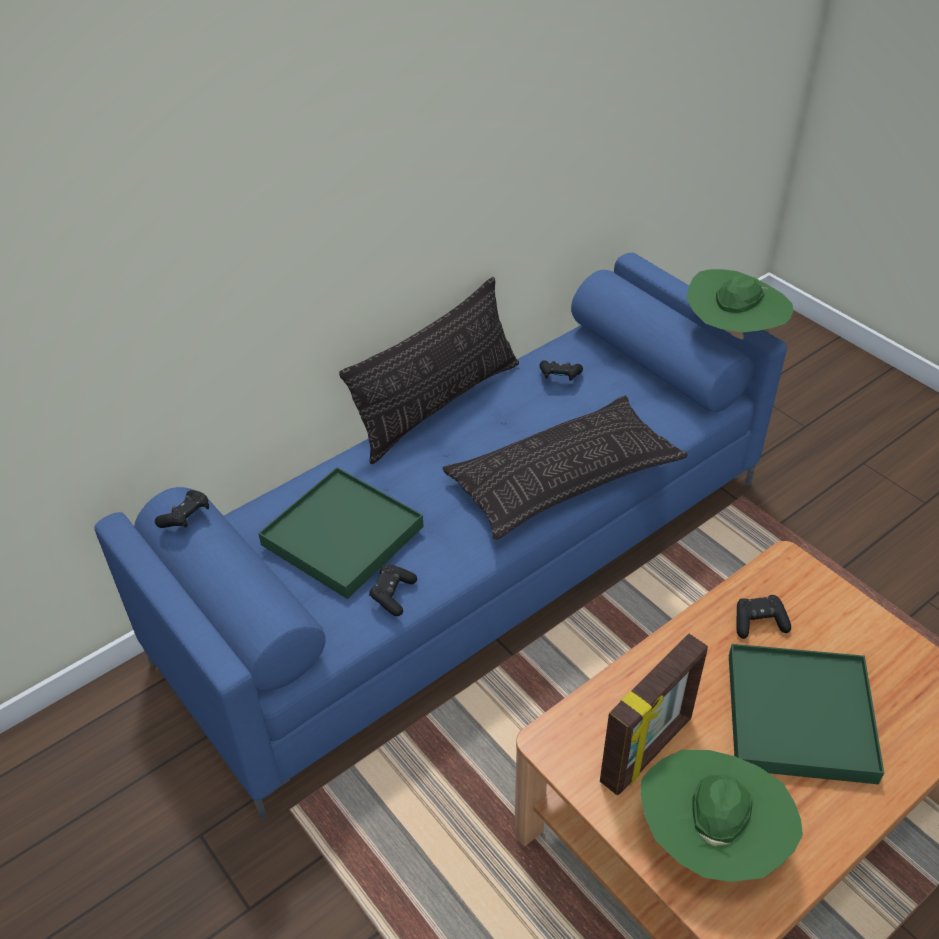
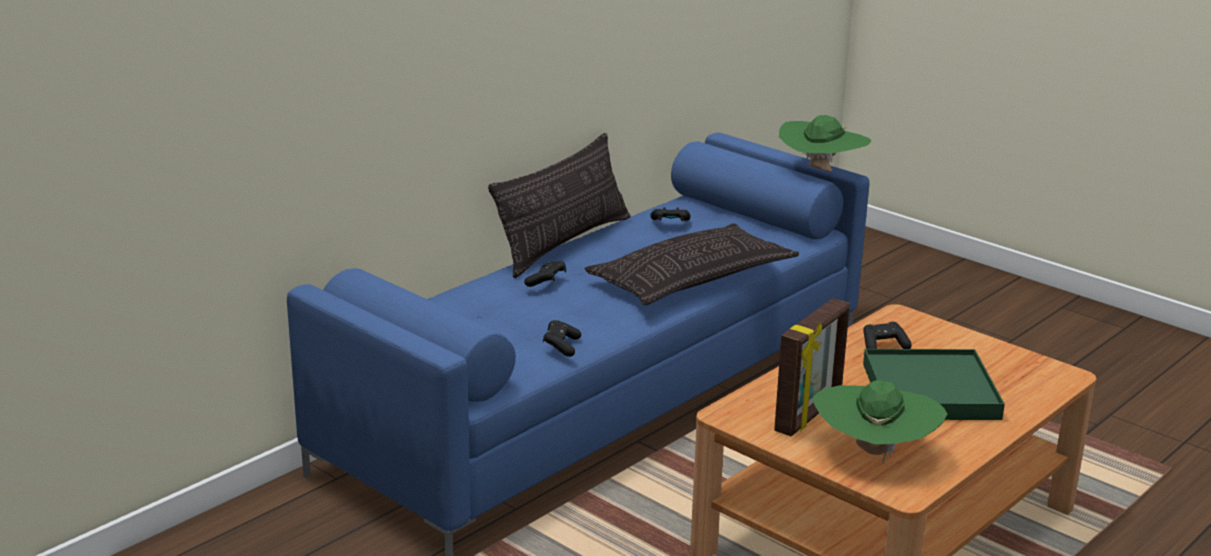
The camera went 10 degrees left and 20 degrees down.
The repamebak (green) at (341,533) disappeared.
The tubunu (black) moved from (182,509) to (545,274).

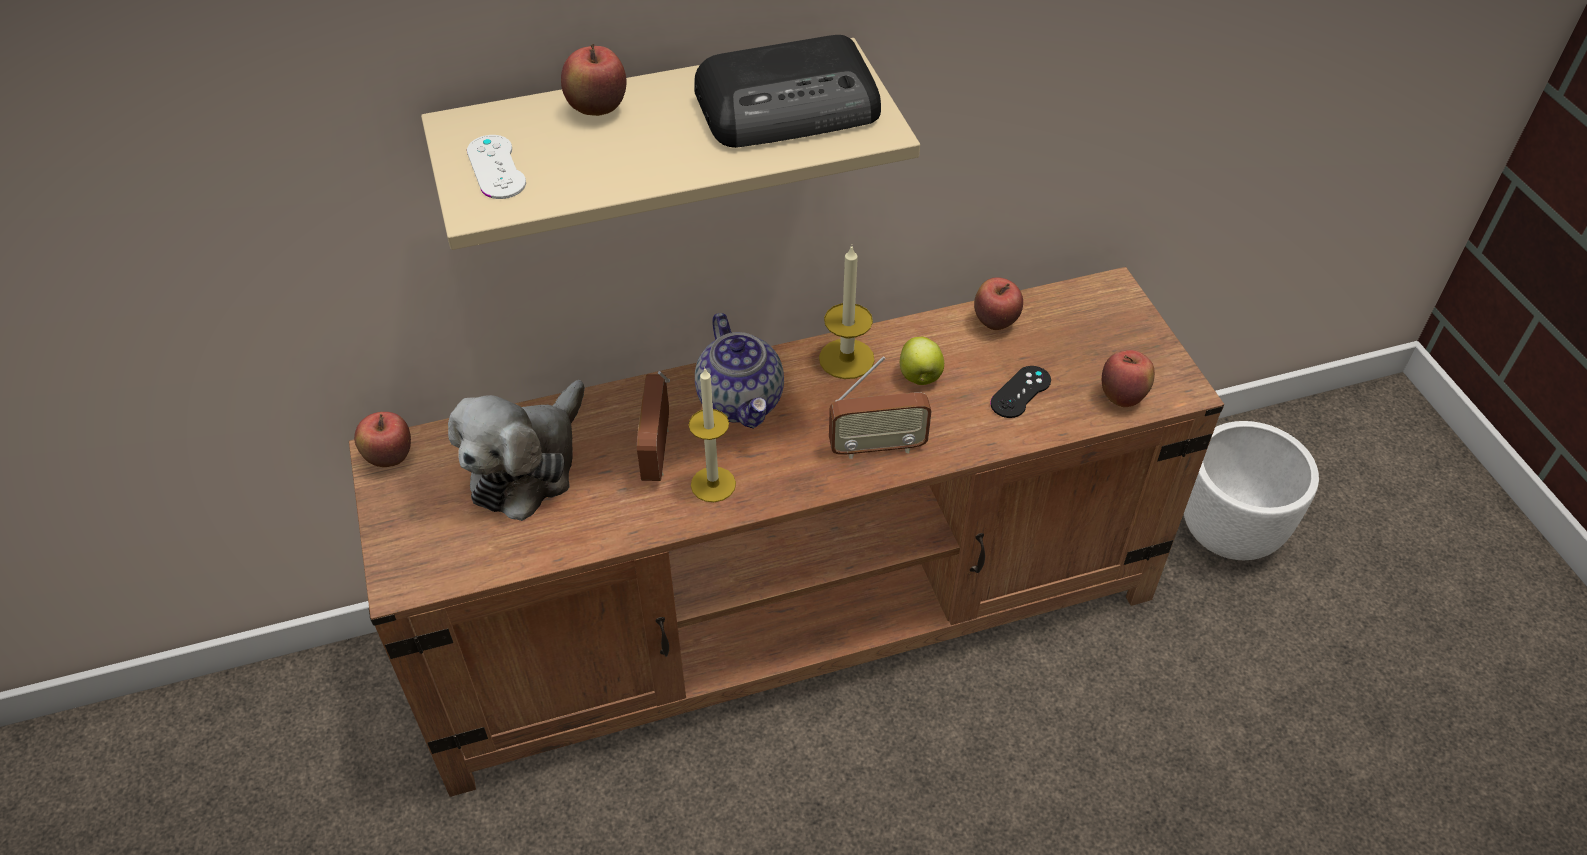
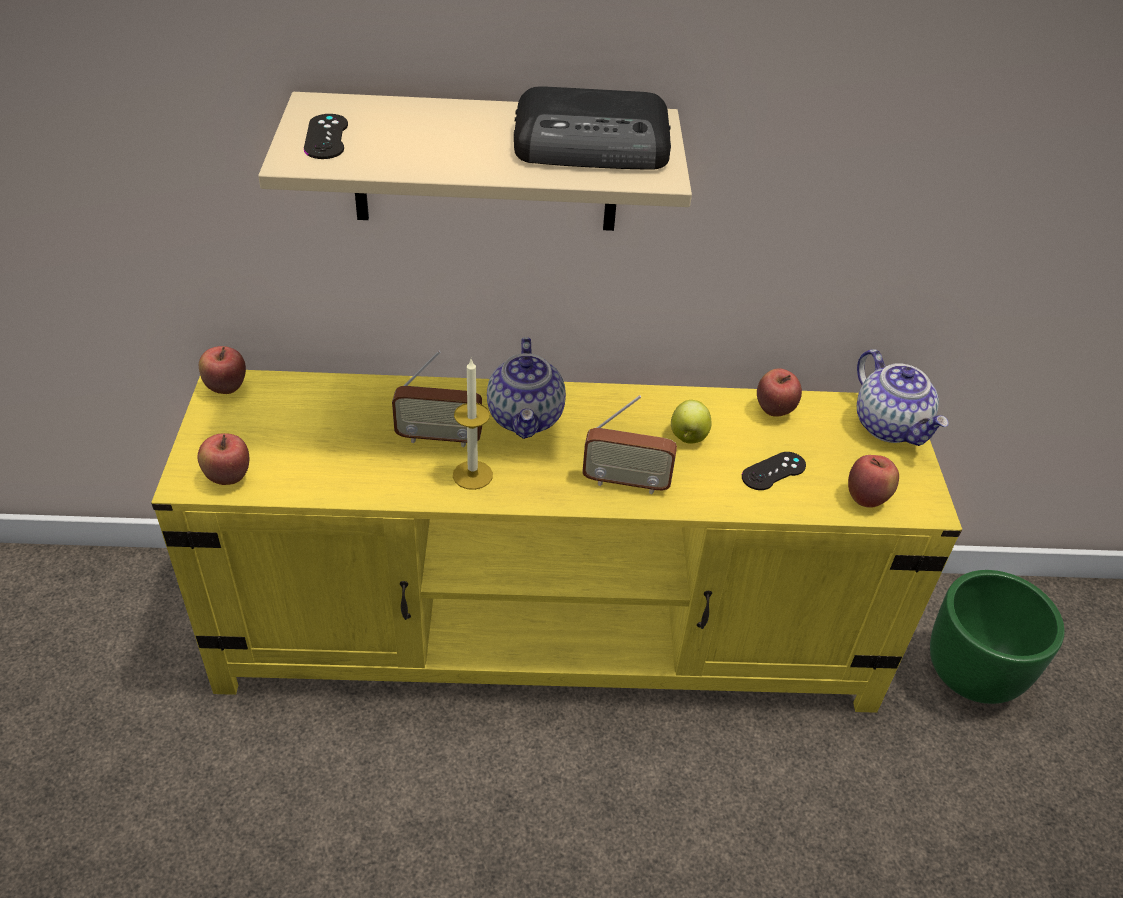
The camera went 15 degrees right and 5 degrees down.
The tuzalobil at (516,450) disappeared.
The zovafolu at (847,312) disappeared.
The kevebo at (903,397) appeared.
The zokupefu moved from (594,80) to (223,459).
The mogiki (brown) at (786,532) became the mogiki (yellow) at (556,541).
The tubunu (white) at (496,167) became the tubunu (black) at (326,136).
The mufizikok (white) at (1251,490) became the mufizikok (green) at (997,637).
The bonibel at (653,426) turned 105 degrees counterclockwise.

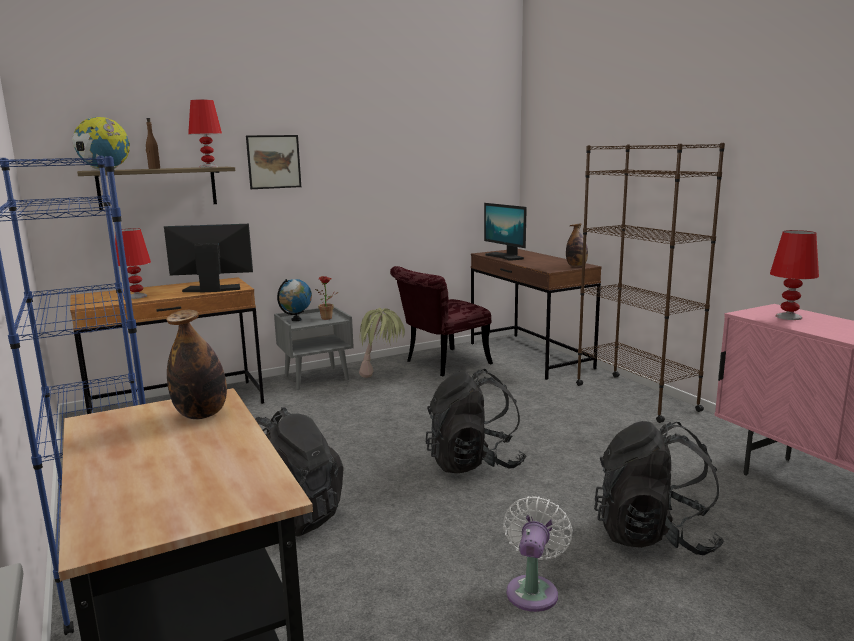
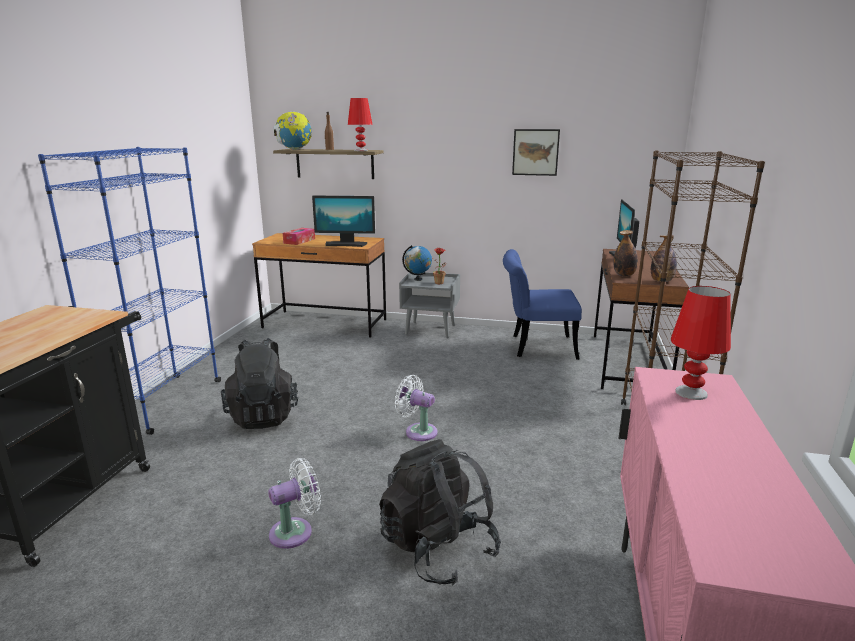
The camera went 40 degrees right and 5 degrees up.
The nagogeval at (382,343) disappeared.
The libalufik moved from (196,364) to (625,253).
The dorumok moved from (273,162) to (536,152).
The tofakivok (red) at (133,263) was replaced by the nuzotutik at (299,236).
The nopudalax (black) at (476,421) was replaced by the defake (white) at (416,408).
The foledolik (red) at (441,321) became the foledolik (blue) at (542,304).
The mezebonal at (208,258) turned 150 degrees clockwise.

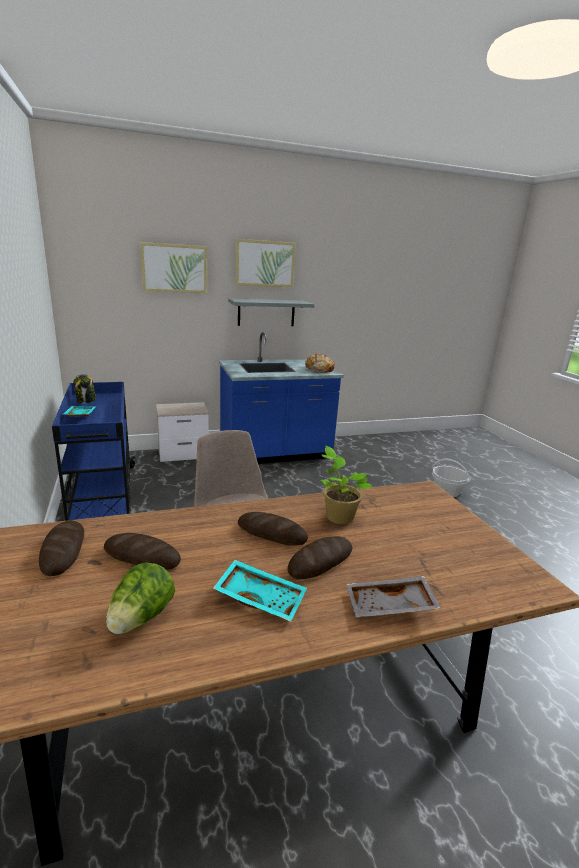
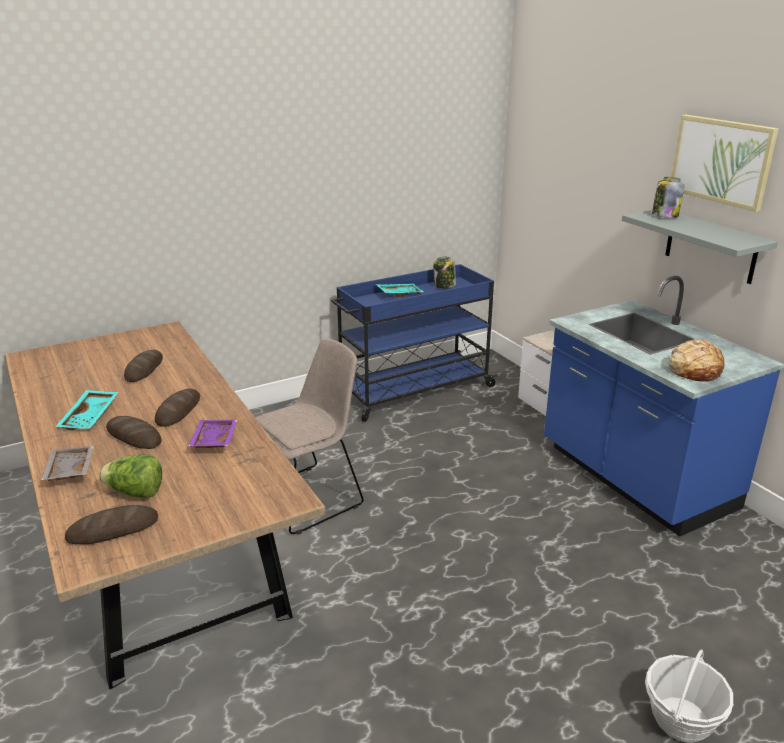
The camera went 80 degrees right and 5 degrees up.
The dorumok at (173,267) disappeared.
The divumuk at (668,197) appeared.
The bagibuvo moved from (61,548) to (111,524).
The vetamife moved from (140,598) to (130,476).
The nagogeval at (347,485) was replaced by the repamebak (purple) at (212,434).

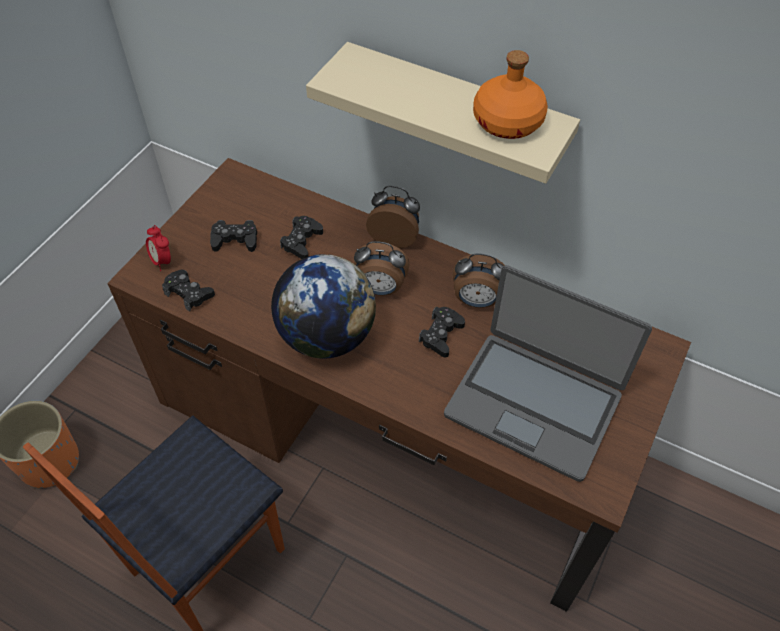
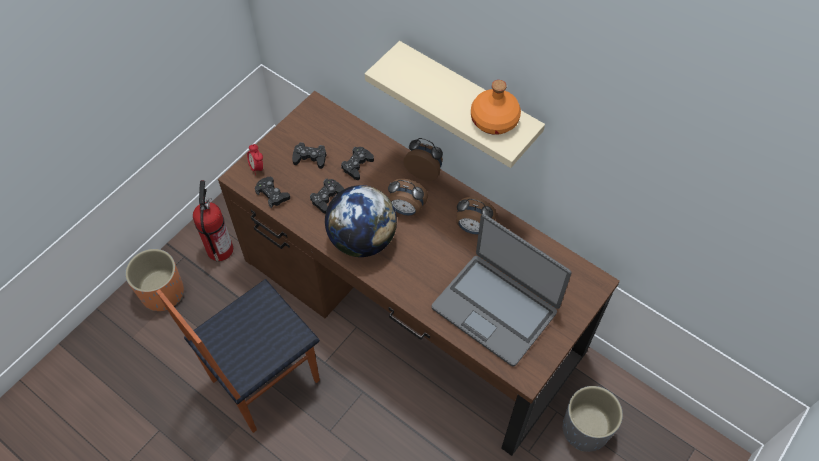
The camera went 10 degrees right and 5 degrees up.
The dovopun at (213,220) appeared.
The mufizikok (grey) at (593,419) appeared.
The tubunu (black) moved from (442,332) to (327,196).

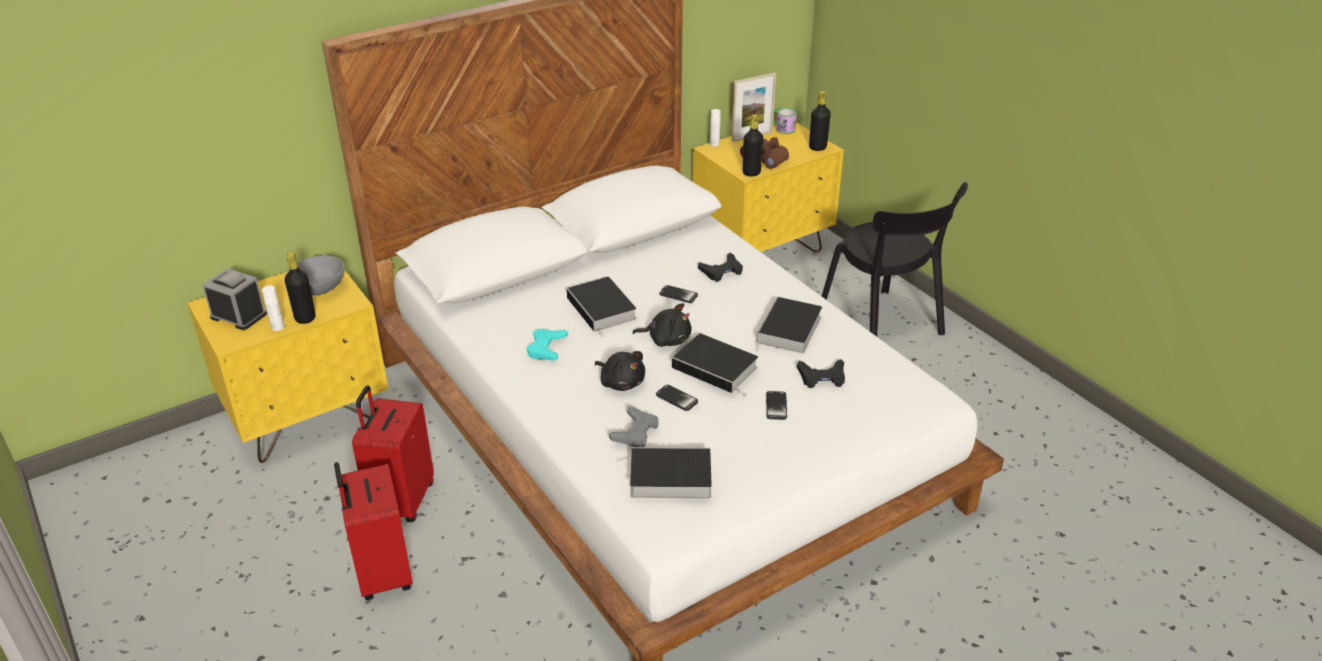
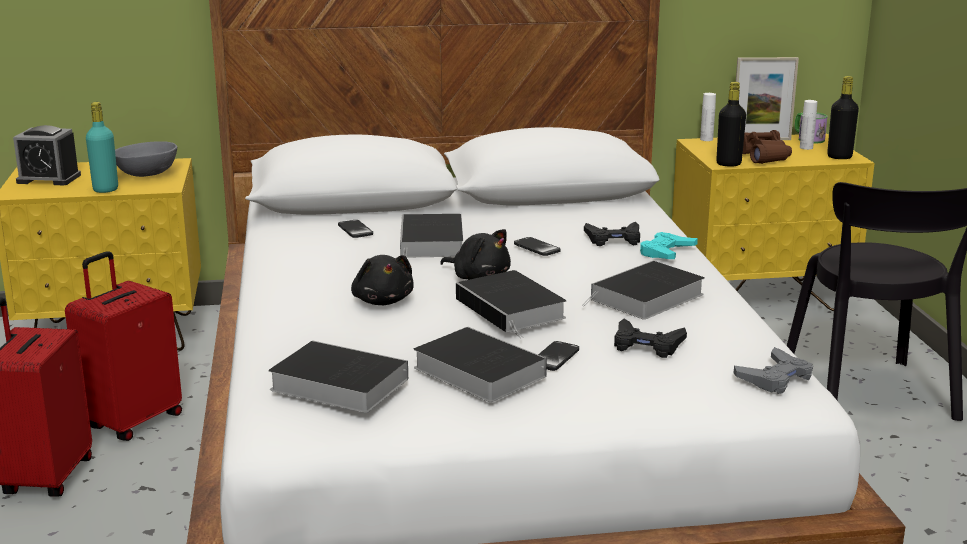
The camera went 25 degrees right and 15 degrees down.
The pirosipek at (480,364) appeared.
The libalufik (white) moved from (273,308) to (808,125).
The tubunu (turquoise) moved from (547,345) to (669,245).
The tubunu (grey) moved from (634,426) to (773,370).
The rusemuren moved from (677,398) to (355,229).
The libalufik (black) at (300,288) became the libalufik (turquoise) at (102,147).
The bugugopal at (234,299) turned 135 degrees clockwise.

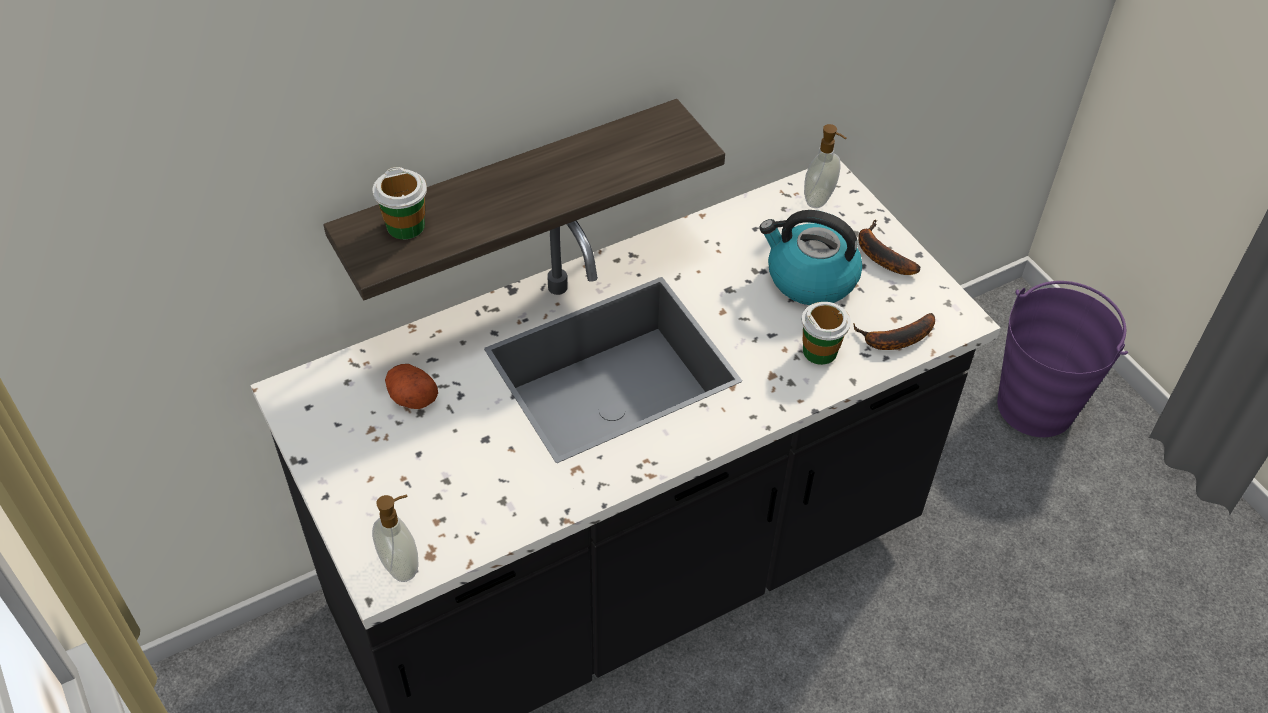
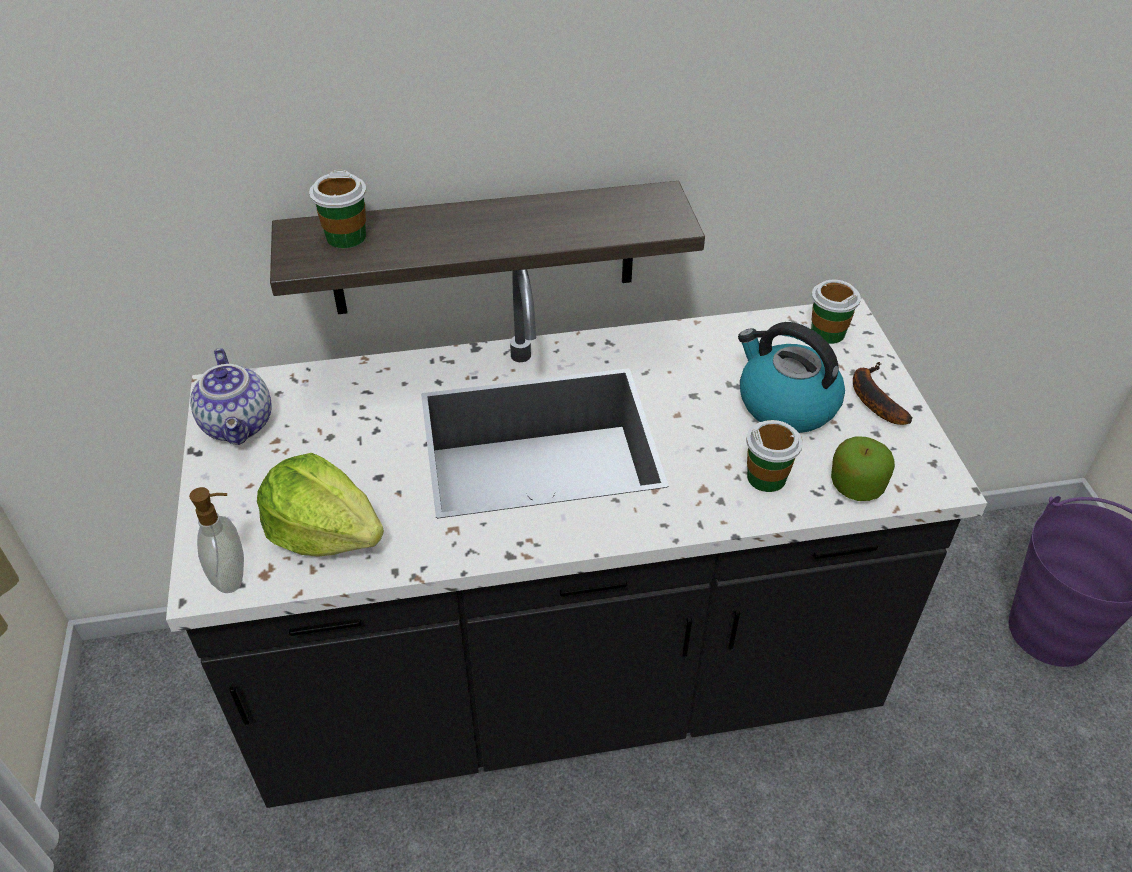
The camera went 20 degrees right and 5 degrees down.
The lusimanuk at (411,386) disappeared.
The kevebo at (231,396) appeared.
The vetamife at (320,505) appeared.
The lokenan at (825,166) was replaced by the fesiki at (836,312).
The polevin at (894,331) was replaced by the zokupefu at (863,468).

